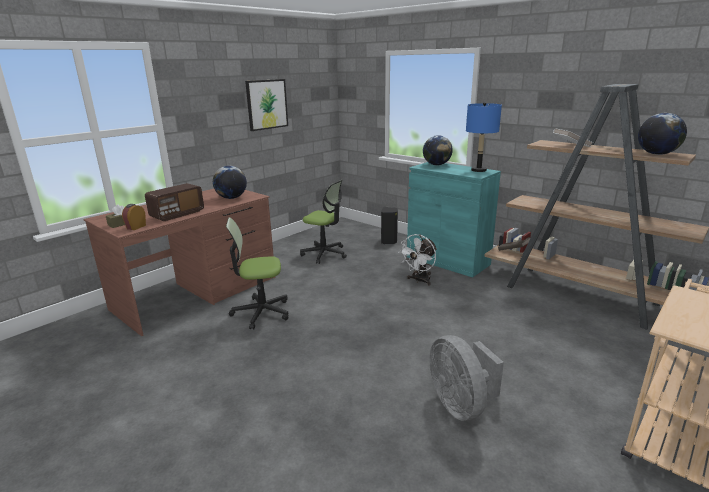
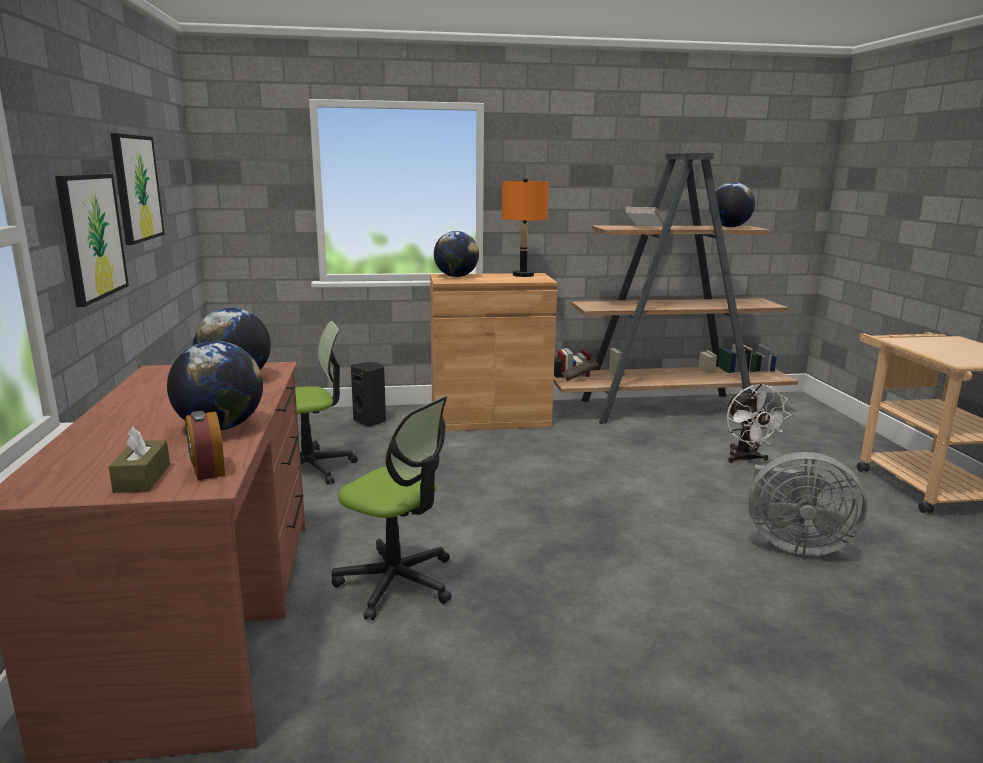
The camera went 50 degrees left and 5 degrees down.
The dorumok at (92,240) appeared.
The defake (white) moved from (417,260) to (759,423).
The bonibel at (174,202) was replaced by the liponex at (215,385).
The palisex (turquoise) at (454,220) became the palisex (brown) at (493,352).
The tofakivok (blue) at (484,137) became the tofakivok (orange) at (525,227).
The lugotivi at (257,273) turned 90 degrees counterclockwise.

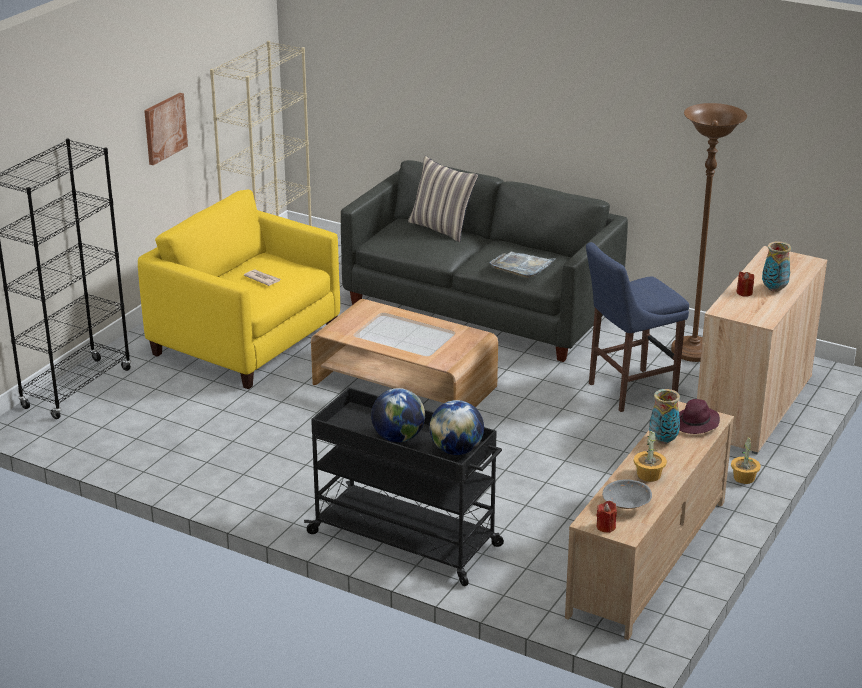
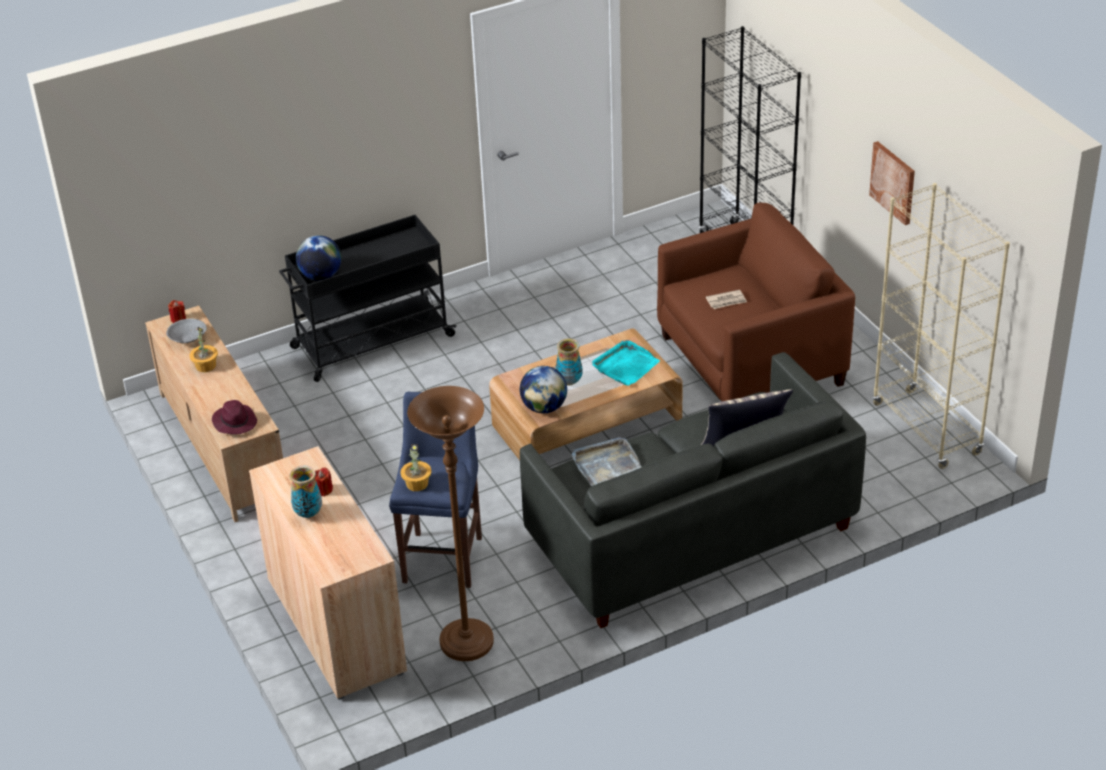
The camera went 125 degrees right and 10 degrees up.
The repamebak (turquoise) at (626,363) appeared.
The liponex moved from (398,415) to (543,390).
The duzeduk moved from (664,416) to (569,361).
The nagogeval moved from (746,460) to (416,467).
The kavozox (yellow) at (239,289) became the kavozox (brown) at (756,302).

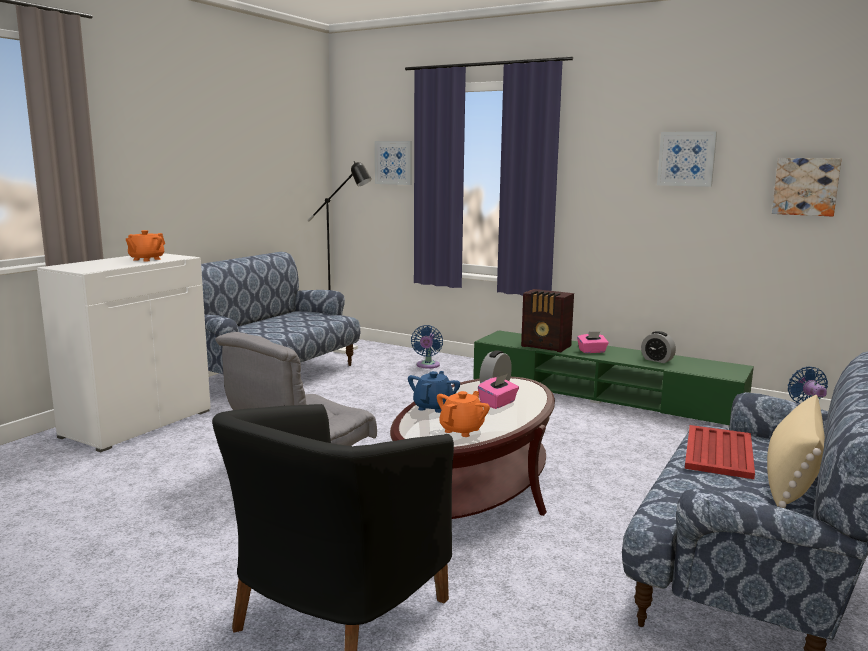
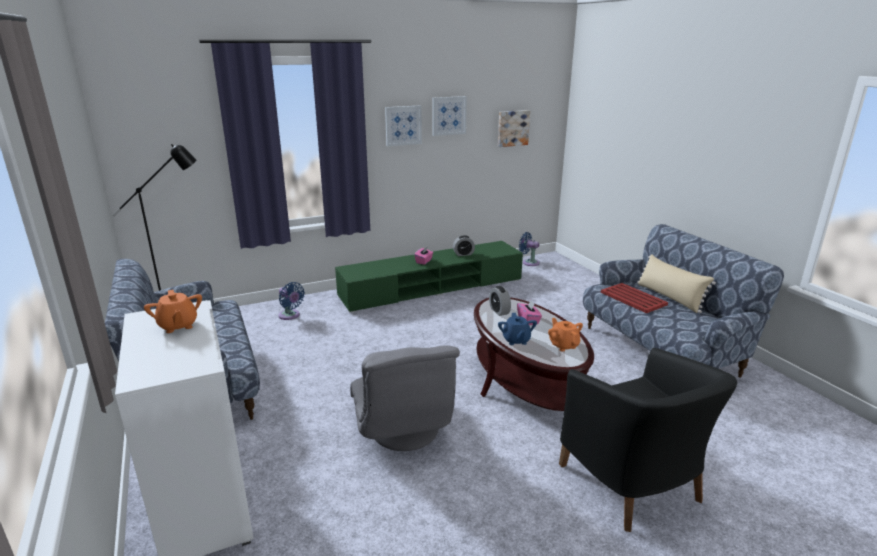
The camera went 55 degrees left and 10 degrees up.
The bonibel at (547,320) disappeared.
The dorumok moved from (393,163) to (403,126).
The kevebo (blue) at (434,392) turned 150 degrees counterclockwise.

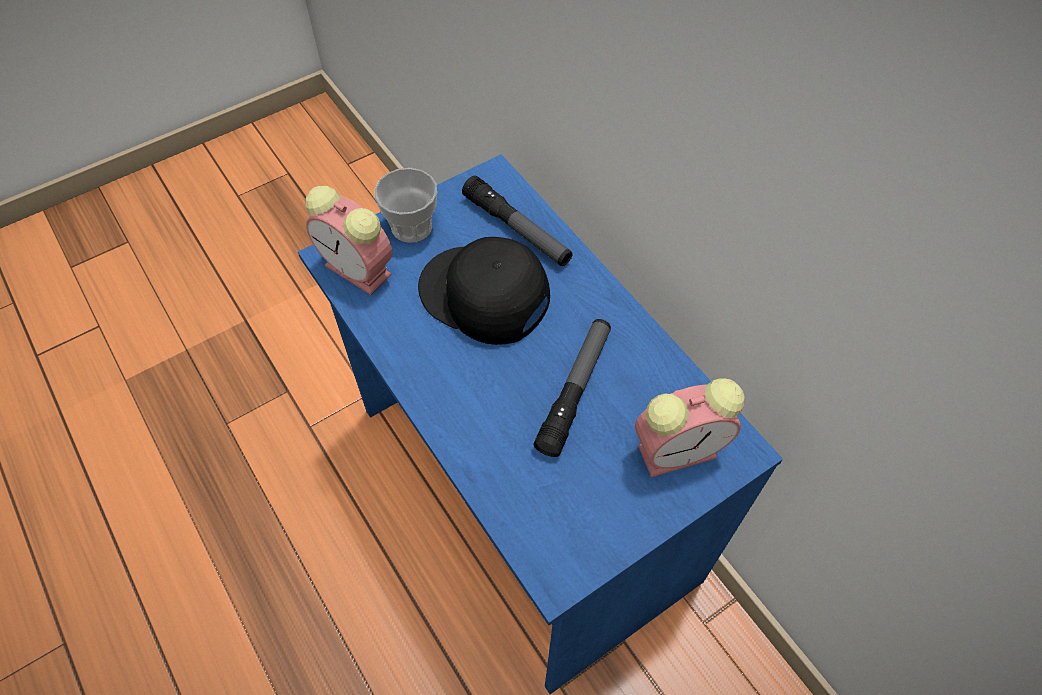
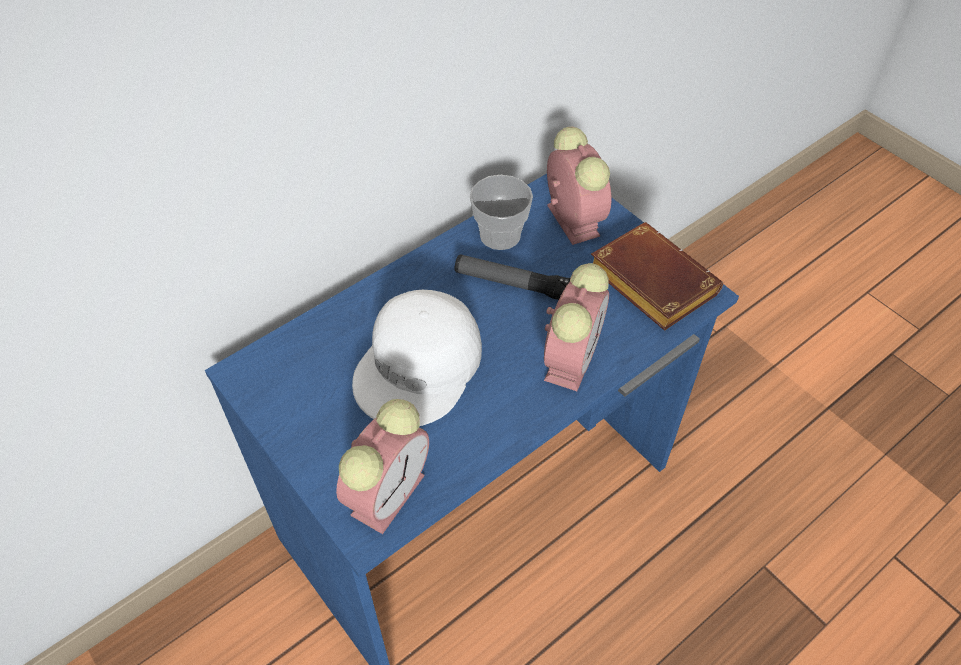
The camera went 95 degrees left and 5 degrees down.
The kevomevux at (517,221) disappeared.
The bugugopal at (576,327) appeared.
The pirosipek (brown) at (657,276) appeared.
The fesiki moved from (406,205) to (501,212).
The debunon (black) at (484,291) became the debunon (white) at (417,358).

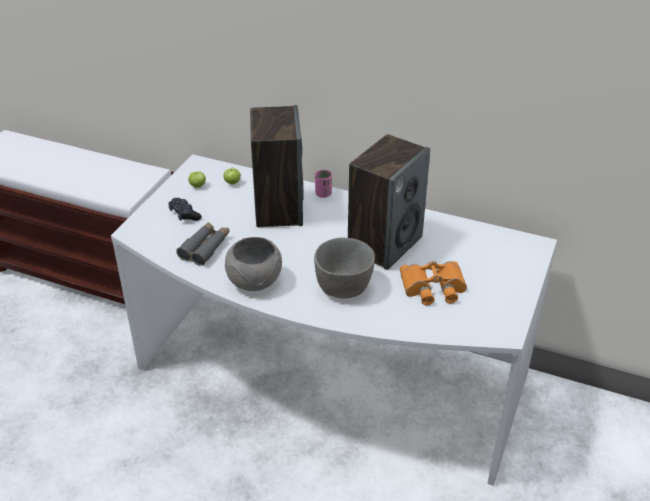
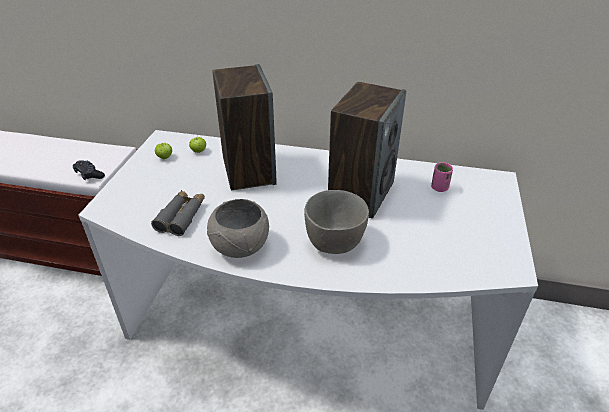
The camera went 10 degrees left and 0 degrees up.
The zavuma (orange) at (433,283) disappeared.
The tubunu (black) moved from (185,209) to (89,170).
The fesiki (pink) moved from (323,184) to (442,177).

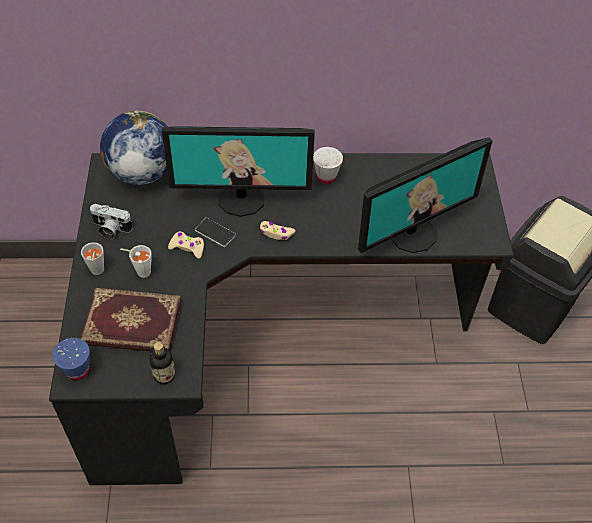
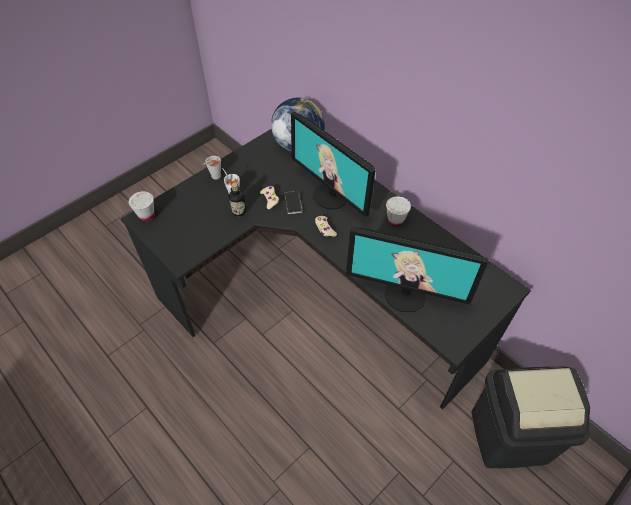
The camera went 50 degrees right and 0 degrees up.
The pirosipek at (131,320) disappeared.
The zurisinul at (111,221) disappeared.
The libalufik moved from (162,363) to (237,199).
The fesiki (blue) at (71,359) became the fesiki (white) at (141,206).

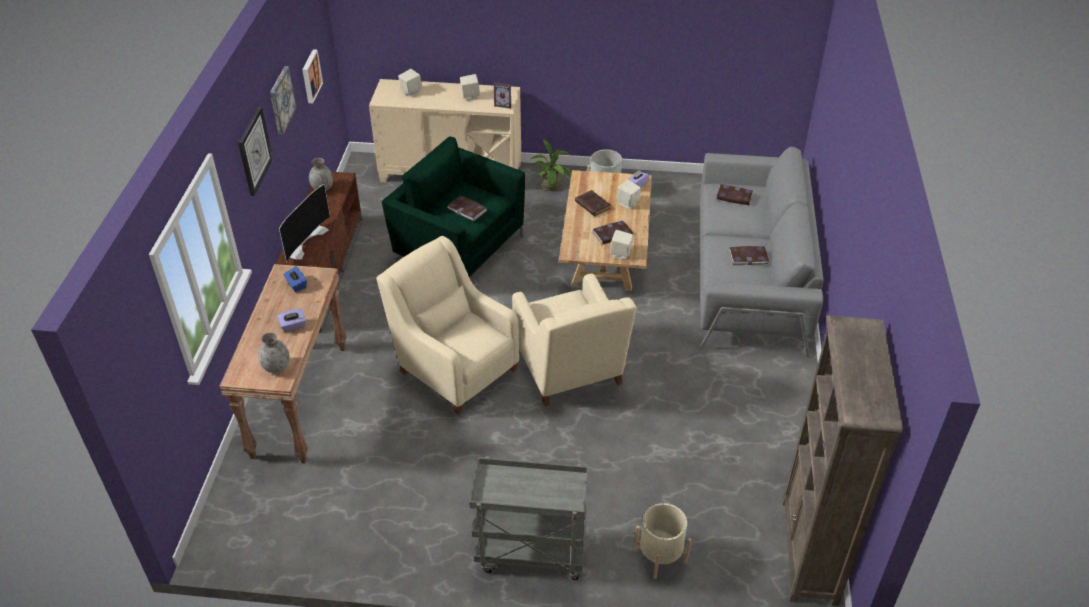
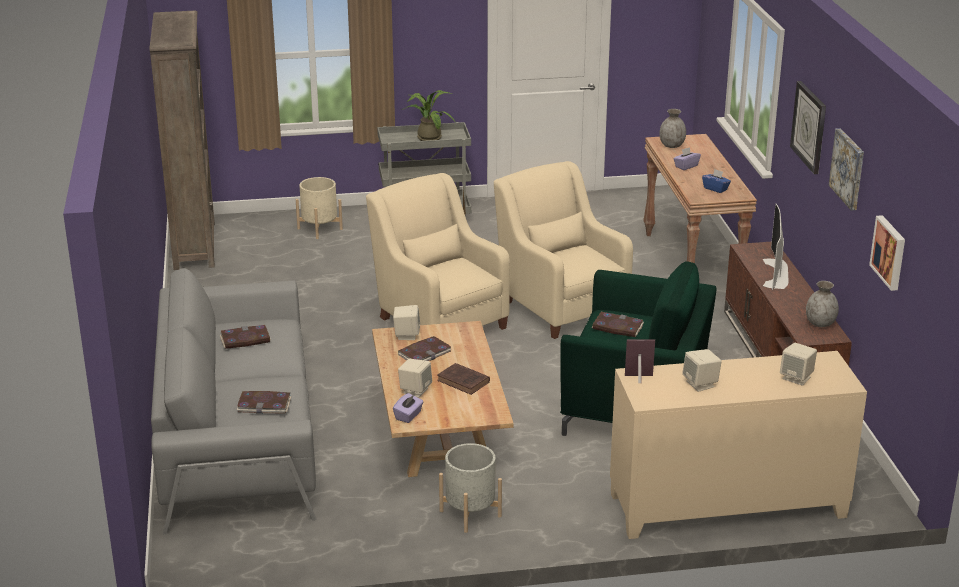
The camera went 165 degrees right and 15 degrees down.
The nagogeval moved from (551,165) to (429,115).
The kavozox (beige) at (448,325) turned 150 degrees counterclockwise.

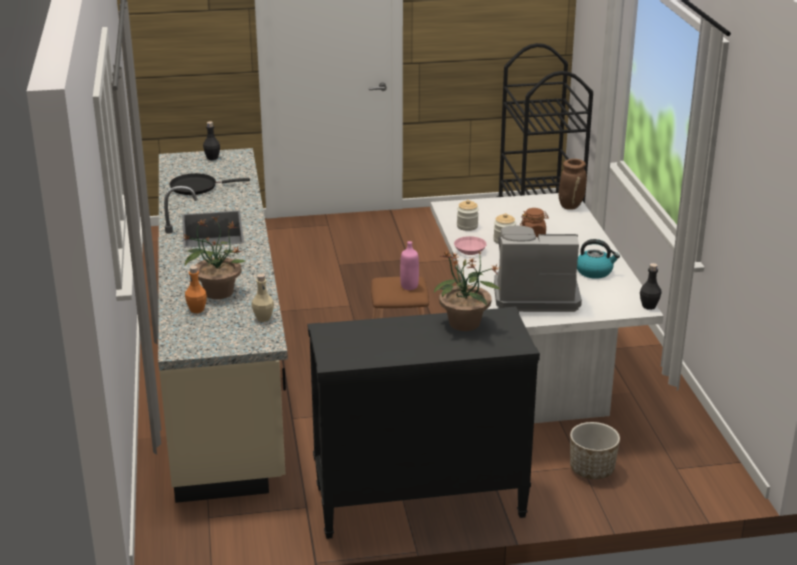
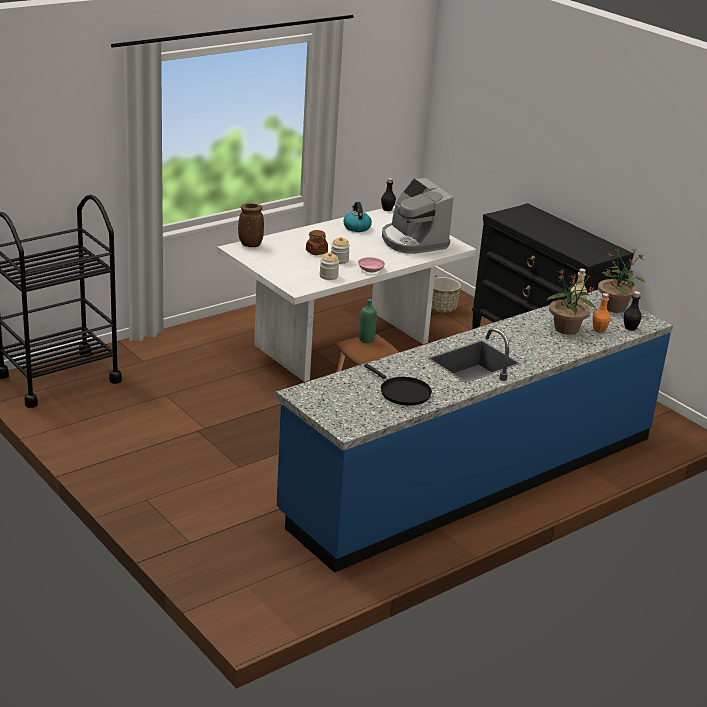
The camera went 120 degrees left and 0 degrees up.
The libalufik (black) moved from (211,140) to (632,311).
The nagogeval moved from (468,291) to (621,280).
The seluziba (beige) at (223,325) became the seluziba (blue) at (474,431).
The libalufik (pink) at (409,265) became the libalufik (green) at (368,321).

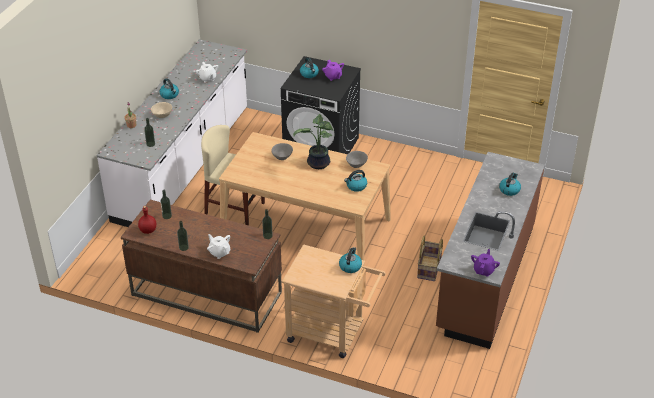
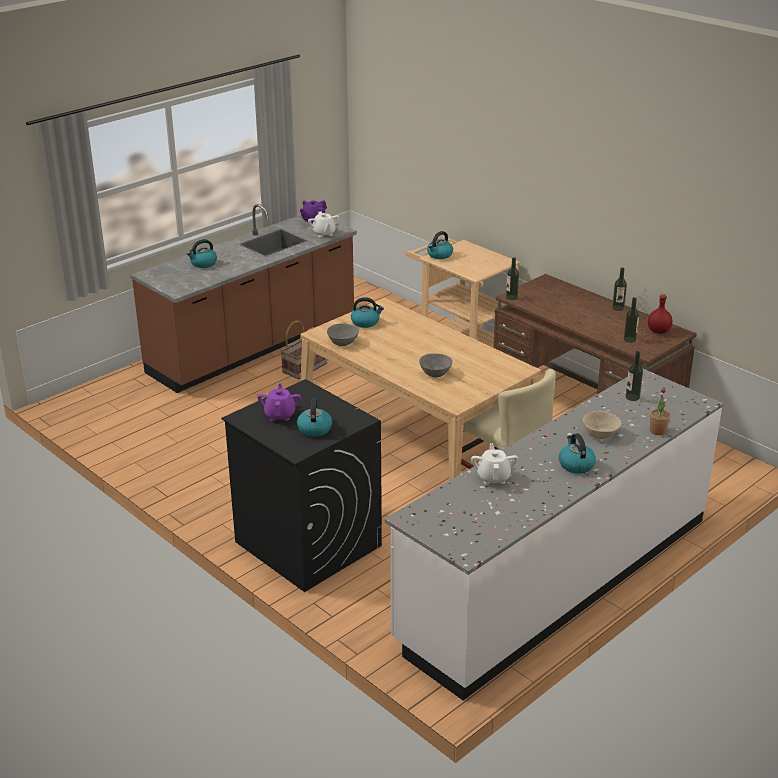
The camera went 155 degrees left and 10 degrees down.
The nagogeval at (313,141) disappeared.
The kevebo (white) moved from (218,246) to (323,224).

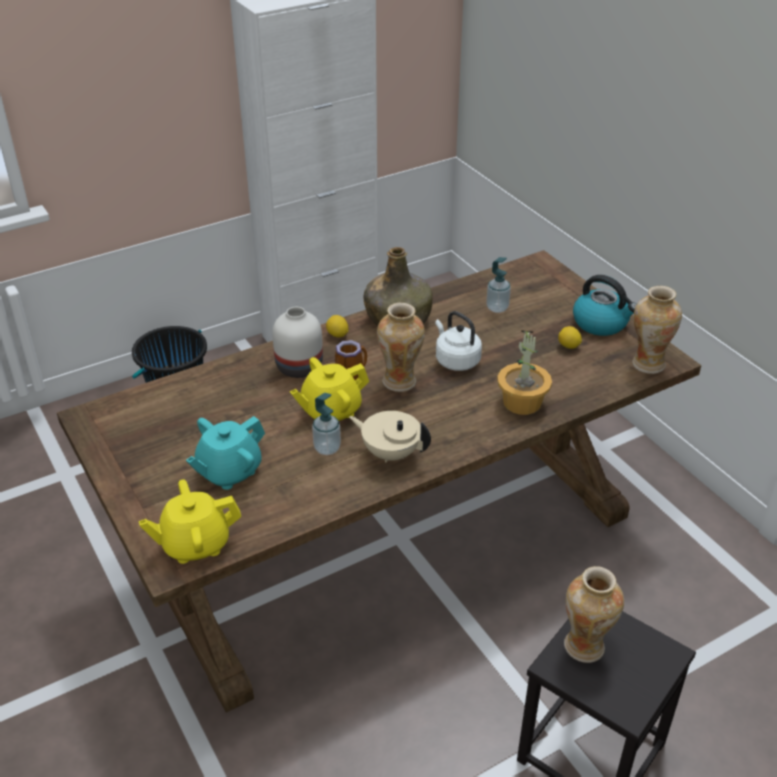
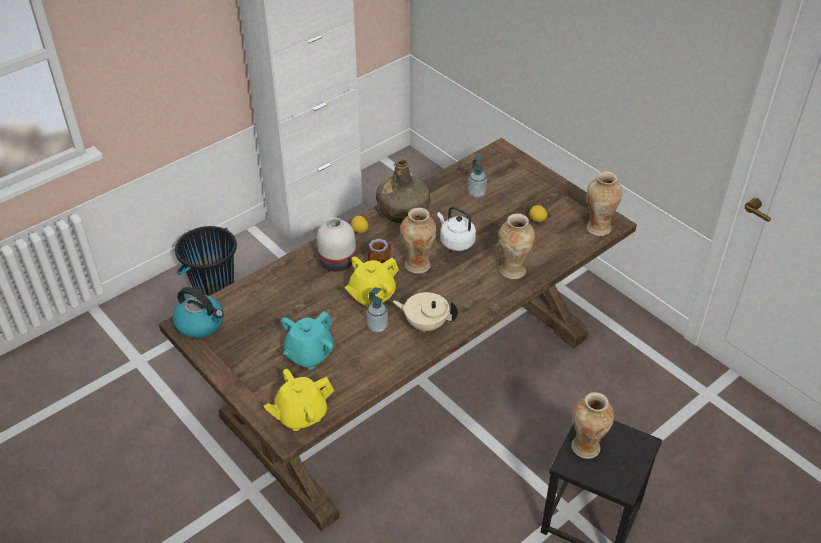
The camera went 10 degrees left and 5 degrees up.
The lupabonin moved from (605,305) to (198,312).
The nagogeval at (524,372) was replaced by the duzeduk at (516,246).

